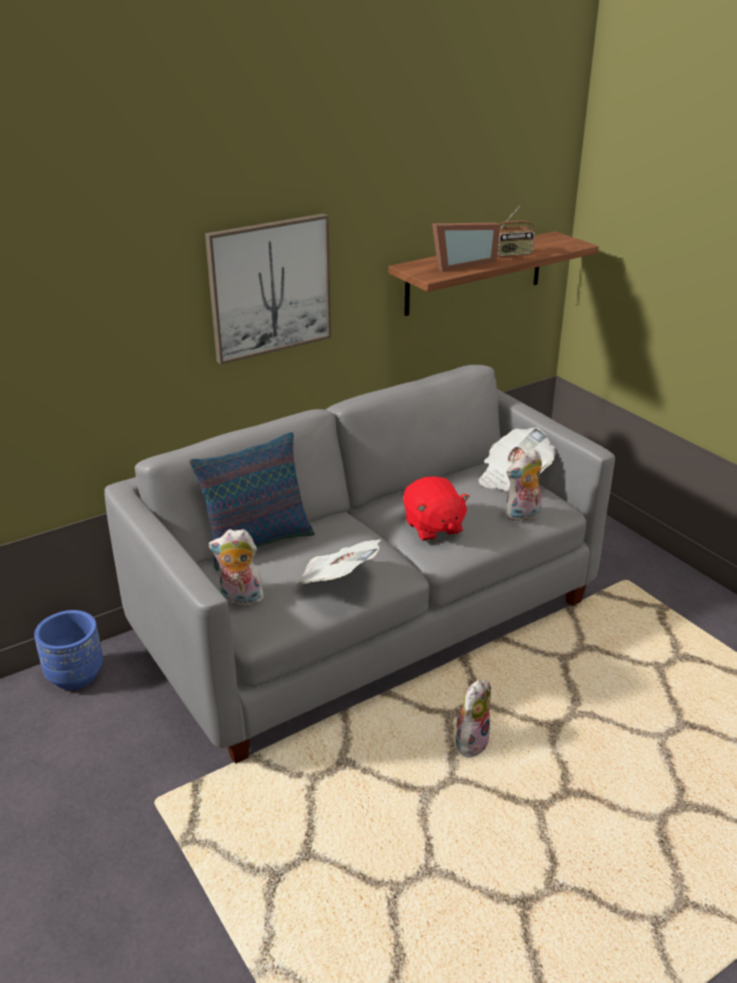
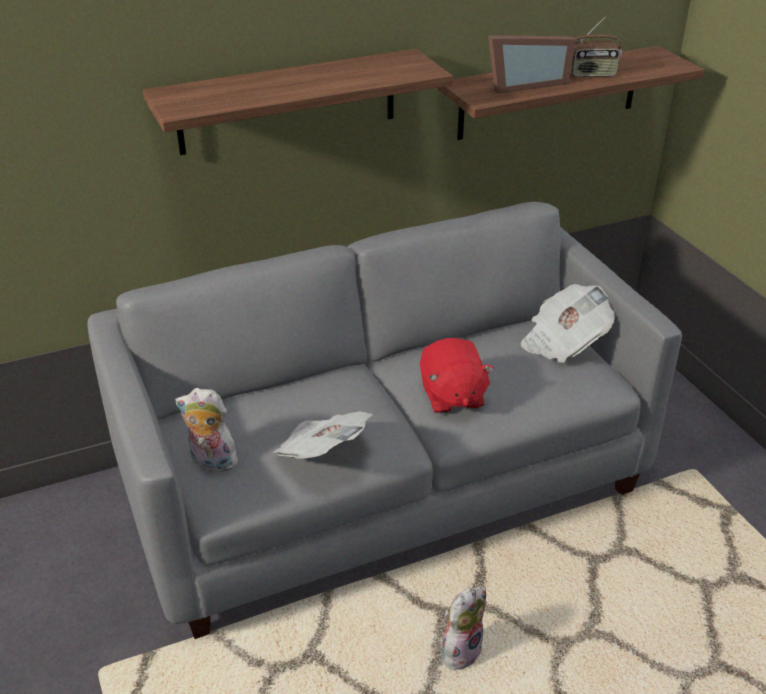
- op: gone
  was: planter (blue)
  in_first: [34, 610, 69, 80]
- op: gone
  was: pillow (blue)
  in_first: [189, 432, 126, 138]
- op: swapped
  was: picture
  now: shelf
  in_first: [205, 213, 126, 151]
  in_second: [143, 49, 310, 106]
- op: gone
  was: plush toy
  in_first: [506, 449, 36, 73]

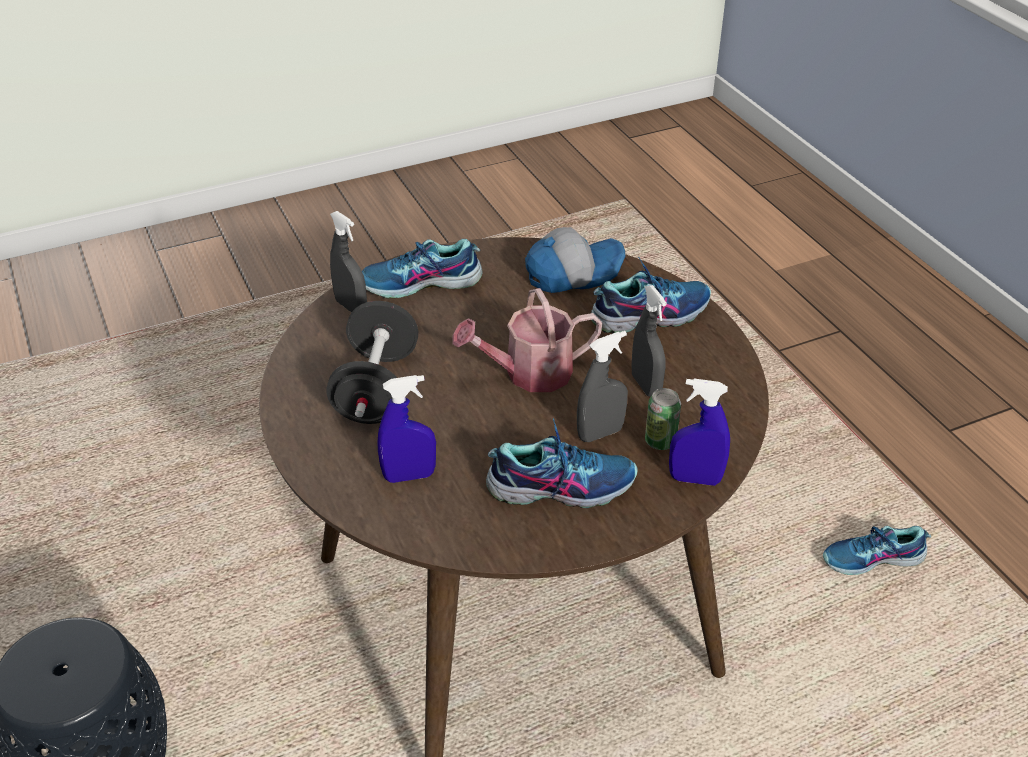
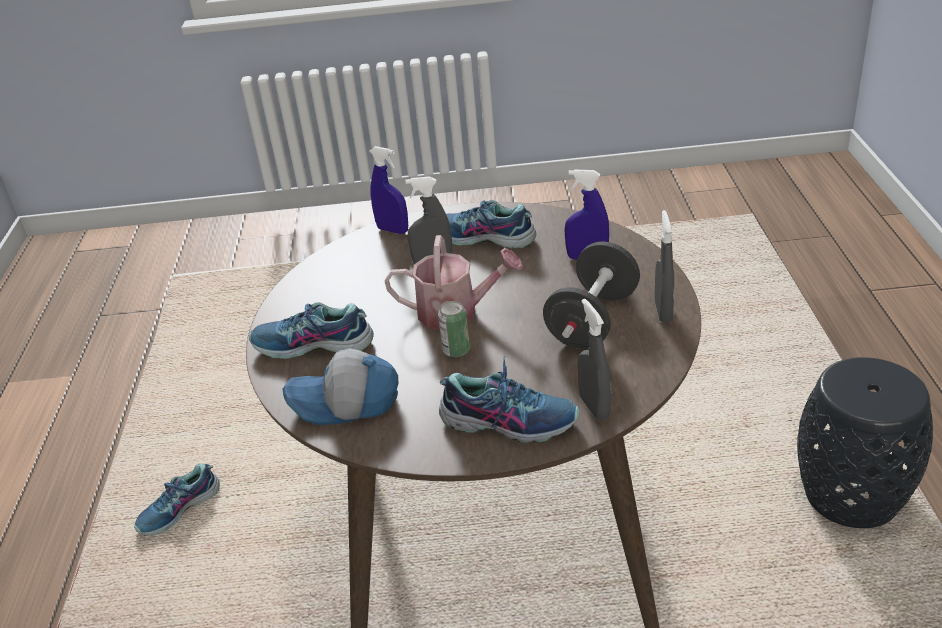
- op: shifted
  was: spray bottle (grey)
  in_first: [632, 285, 35, 112]
  in_second: [655, 210, 19, 113]
- op: shifted
  was: can
  in_first: [645, 388, 36, 62]
  in_second: [438, 301, 32, 56]
- op: rotated
  was: shoe
  in_first: [823, 526, 108, 49]
  in_second: [134, 463, 86, 72]
  clockwise: 120

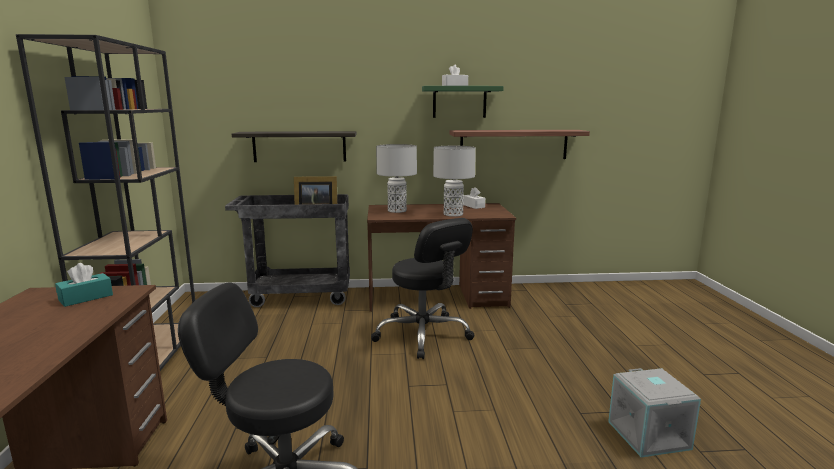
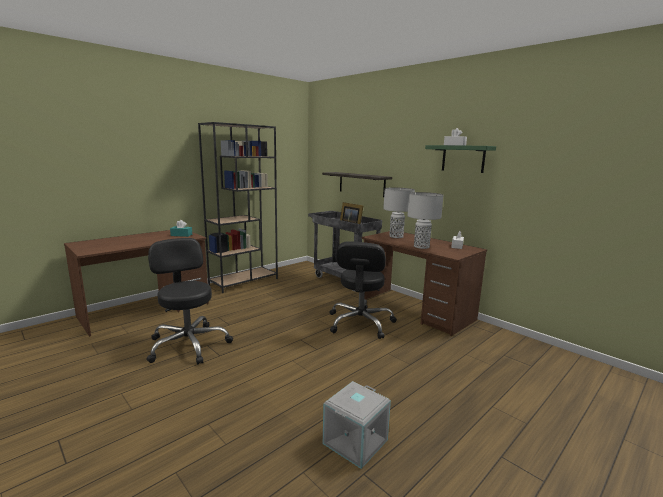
- op: gone
  was: shelf
  in_first: [450, 130, 140, 29]

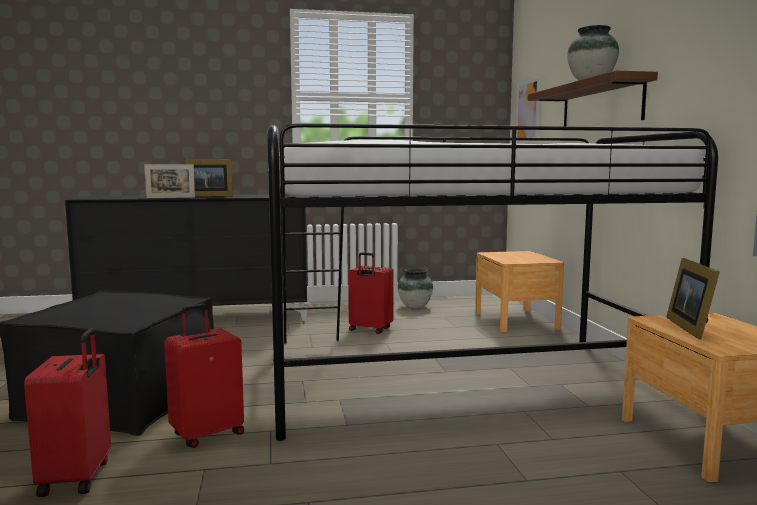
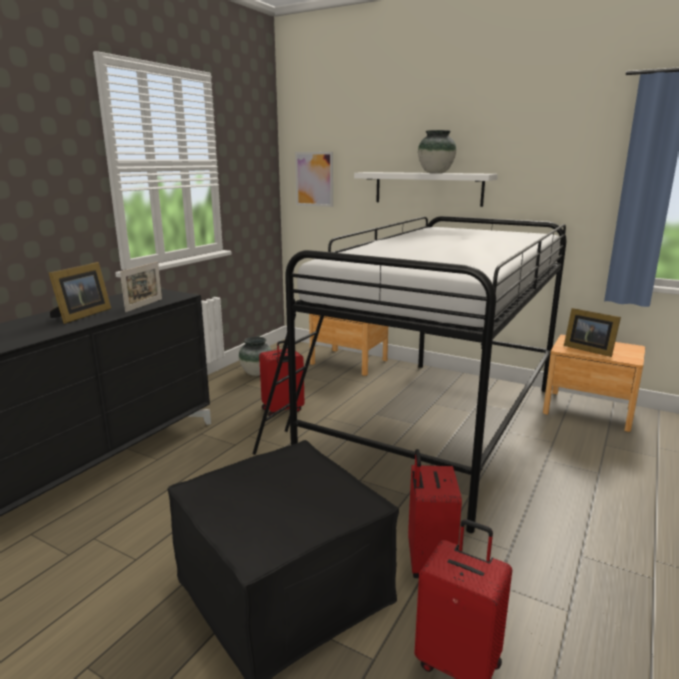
- op: shifted
  was: picture frame
  in_first: [144, 164, 51, 34]
  in_second: [120, 262, 42, 50]
- op: repainted
  was: shelf (brown)
  now: shelf (white)
  in_first: [527, 70, 131, 56]
  in_second: [354, 172, 144, 35]

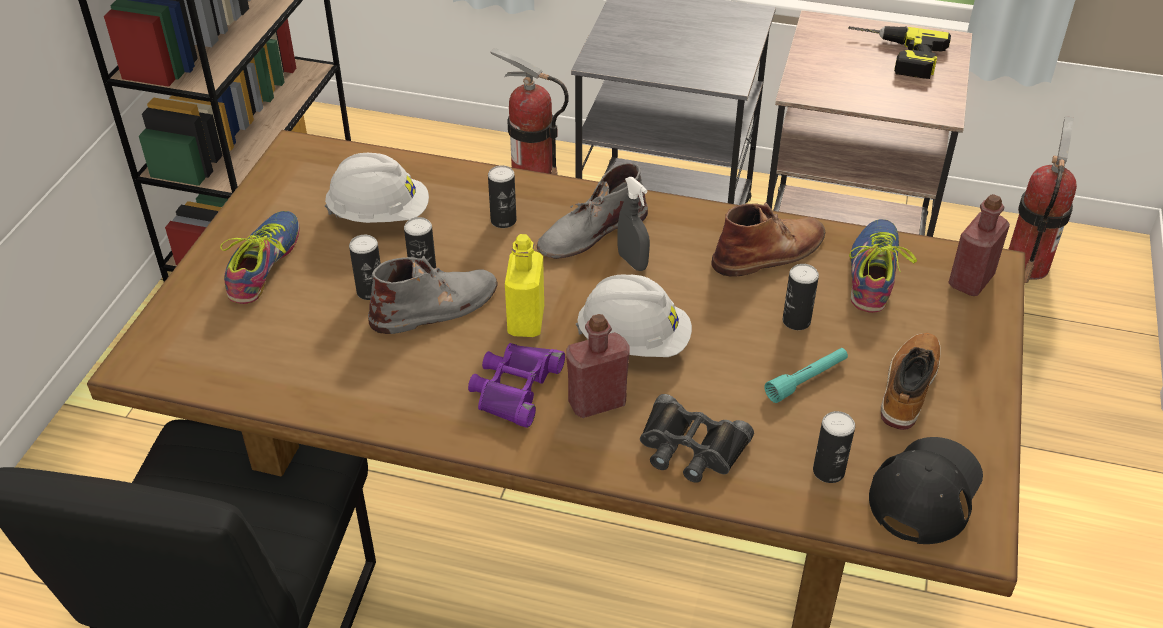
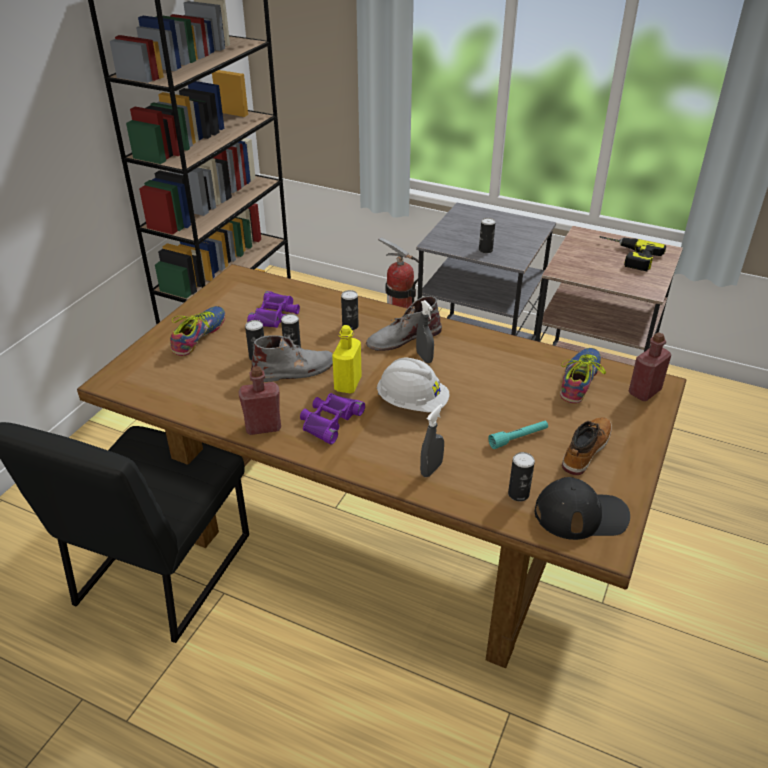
- op: swapped
  was: hard hat (white)
  now: binoculars (purple)
  in_first: [325, 153, 104, 70]
  in_second: [247, 291, 53, 37]
- op: shifted
  was: bottle (red)
  in_first: [566, 314, 64, 104]
  in_second: [238, 366, 43, 69]
- op: swapped
  was: binoculars (black)
  now: spray bottle (grey)
  in_first: [640, 394, 114, 89]
  in_second: [420, 404, 24, 73]
- op: gone
  was: boot (brown)
  in_first: [711, 202, 114, 75]
- op: shifted
  was: can
  in_first: [783, 264, 36, 66]
  in_second: [479, 218, 17, 35]
- op: rotated
  was: cap (black)
  in_first: [869, 437, 114, 107]
  in_second: [535, 477, 95, 63]
  clockwise: 45
- op: gone
  was: fire extinguisher
  in_first: [1009, 116, 68, 167]

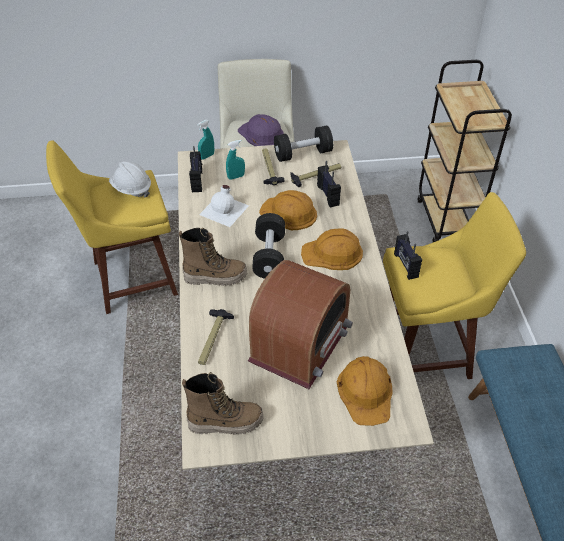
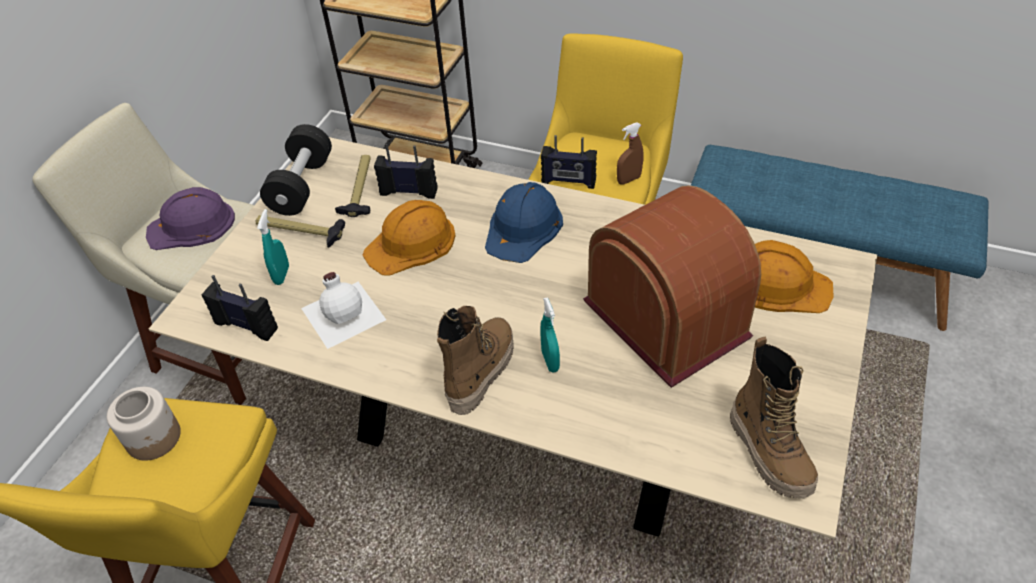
- op: swapped
  was: hard hat (white)
  now: jar
  in_first: [109, 162, 42, 35]
  in_second: [107, 387, 74, 74]
- op: rotated
  was: boot
  in_first: [182, 372, 82, 62]
  in_second: [730, 336, 88, 162]
  clockwise: 135
- op: shifted
  was: spray bottle (turquoise)
  in_first: [197, 120, 17, 40]
  in_second: [540, 297, 20, 76]
- op: gone
  was: hammer
  in_first: [198, 309, 36, 56]
- op: gone
  was: dumbbell (black)
  in_first: [252, 213, 33, 66]
- op: repainted
  was: hard hat (orange)
  now: hard hat (blue)
  in_first: [301, 228, 62, 42]
  in_second: [485, 182, 78, 81]
- op: new
  now: spray bottle (brown)
  in_second: [617, 122, 26, 62]

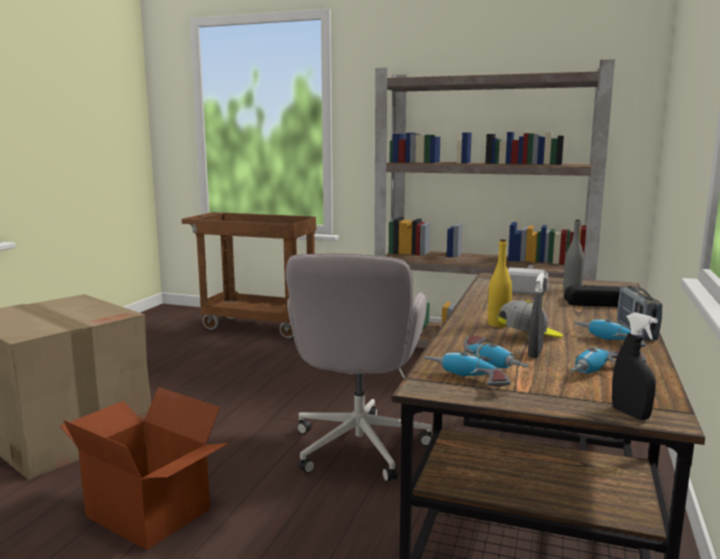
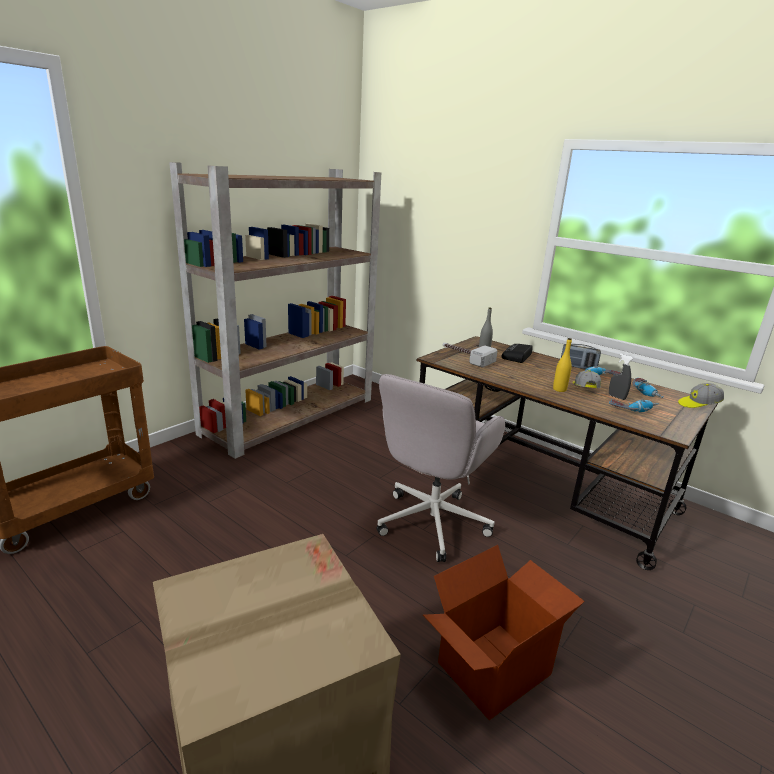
- op: rotated
  was: office chair (grey)
  in_first: [286, 253, 146, 229]
  in_second: [376, 374, 129, 188]
  clockwise: 90
- op: gone
  was: power drill
  in_first: [425, 352, 86, 35]
- op: swapped
  was: spray bottle (black)
  now: cap
  in_first: [612, 312, 46, 108]
  in_second: [678, 383, 46, 25]

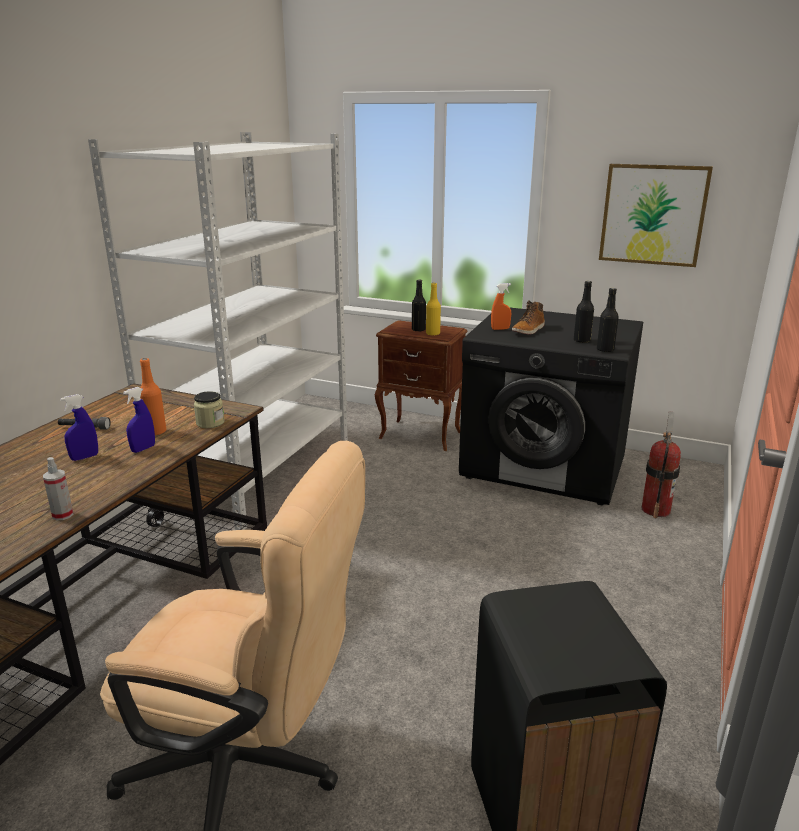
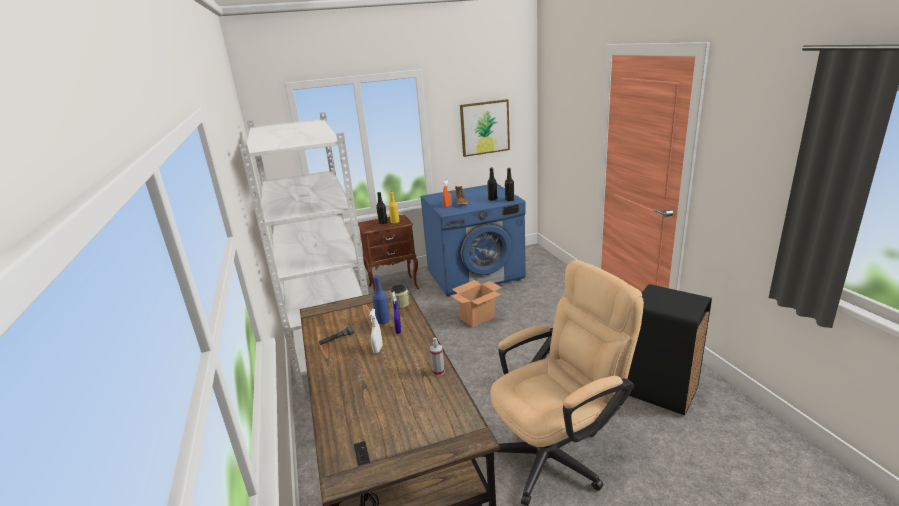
- op: repainted
  was: spray bottle (blue)
  now: spray bottle (white)
  in_first: [60, 394, 38, 67]
  in_second: [369, 309, 13, 44]
- op: repainted
  was: bottle (orange)
  now: bottle (blue)
  in_first: [140, 358, 26, 78]
  in_second: [372, 275, 18, 50]
- op: repainted
  was: washing machine (black)
  now: washing machine (blue)
  in_first: [459, 308, 184, 198]
  in_second: [421, 184, 105, 113]
- op: gone
  was: fire extinguisher
  in_first: [642, 411, 39, 107]
- op: new
  now: cardboard box
  in_second: [450, 280, 52, 47]

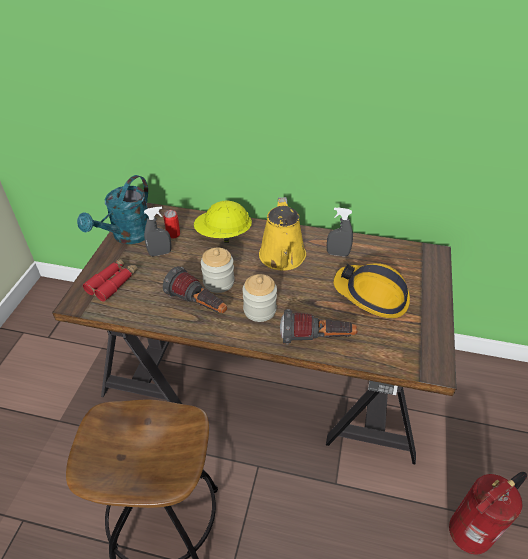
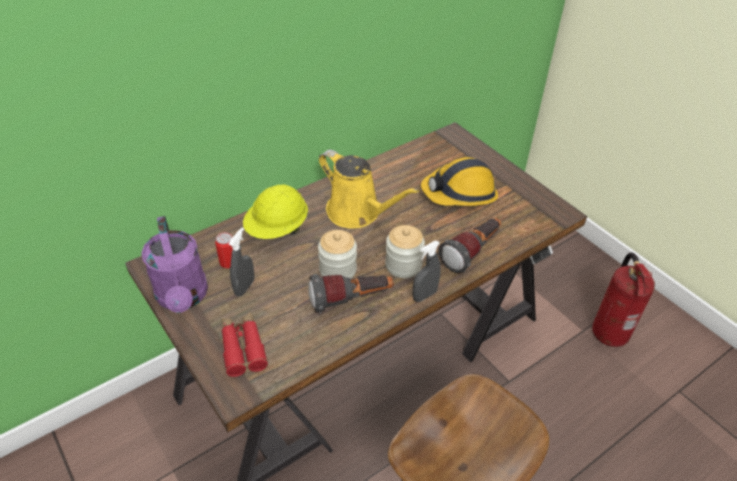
- op: repainted
  was: watering can (turquoise)
  now: watering can (purple)
  in_first: [77, 175, 72, 69]
  in_second: [141, 216, 67, 97]
- op: shifted
  was: spray bottle (grey)
  in_first: [327, 207, 26, 50]
  in_second: [413, 241, 27, 61]

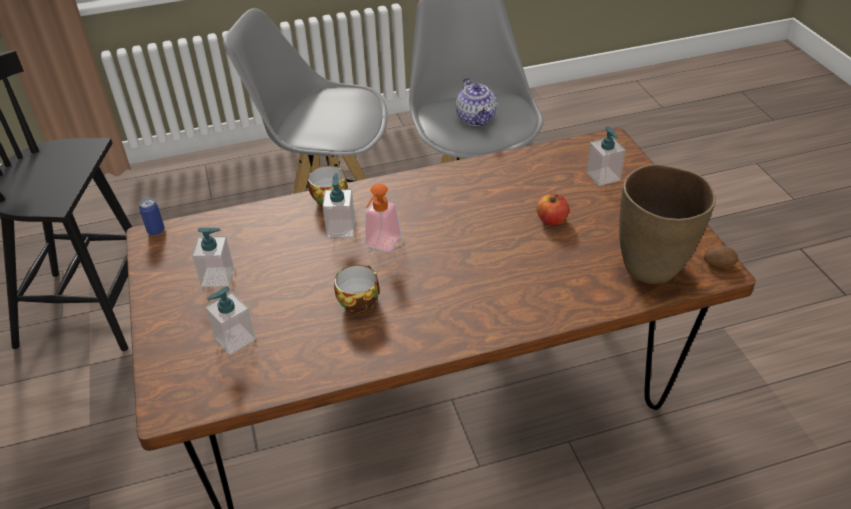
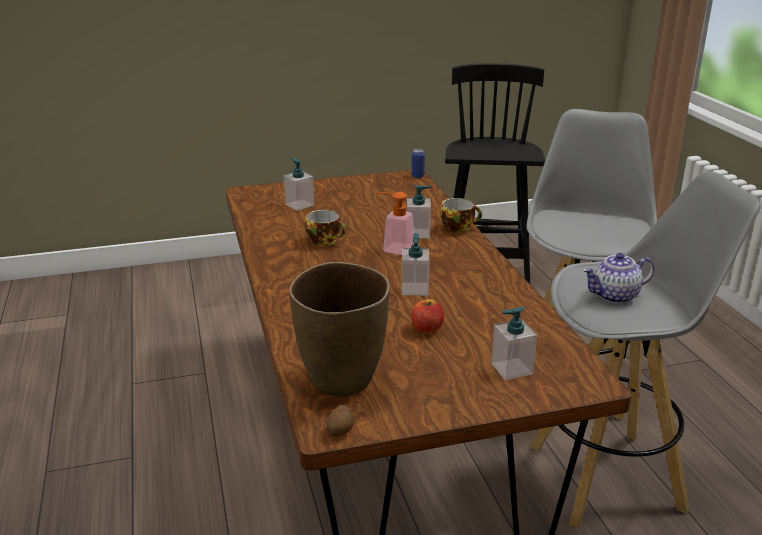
- op: shifted
  was: soap dispenser
  in_first: [192, 228, 42, 59]
  in_second: [402, 233, 27, 62]

